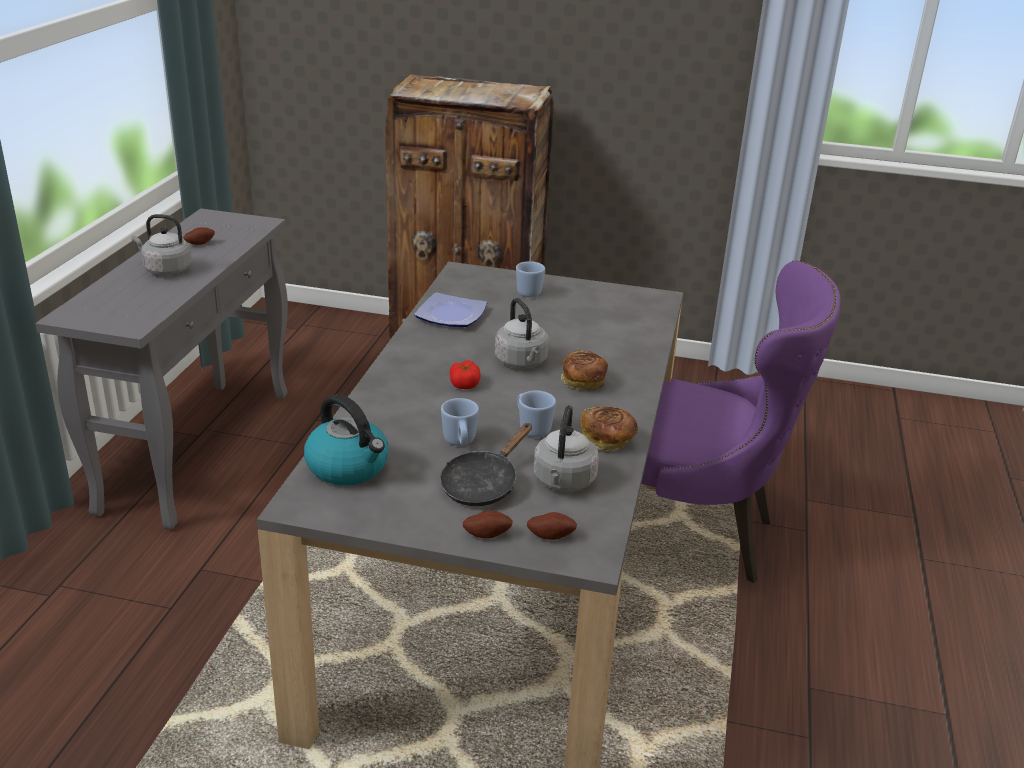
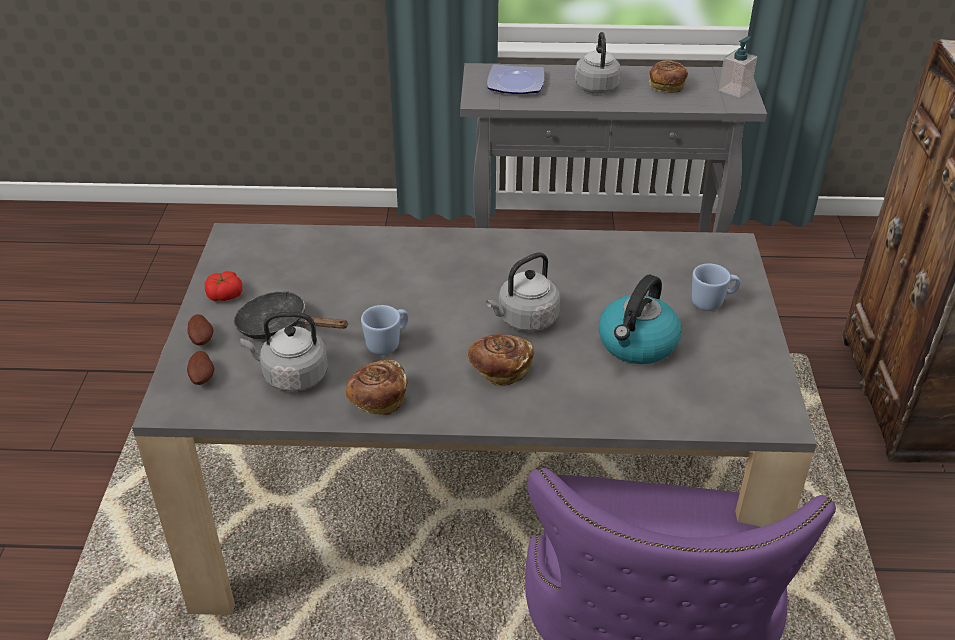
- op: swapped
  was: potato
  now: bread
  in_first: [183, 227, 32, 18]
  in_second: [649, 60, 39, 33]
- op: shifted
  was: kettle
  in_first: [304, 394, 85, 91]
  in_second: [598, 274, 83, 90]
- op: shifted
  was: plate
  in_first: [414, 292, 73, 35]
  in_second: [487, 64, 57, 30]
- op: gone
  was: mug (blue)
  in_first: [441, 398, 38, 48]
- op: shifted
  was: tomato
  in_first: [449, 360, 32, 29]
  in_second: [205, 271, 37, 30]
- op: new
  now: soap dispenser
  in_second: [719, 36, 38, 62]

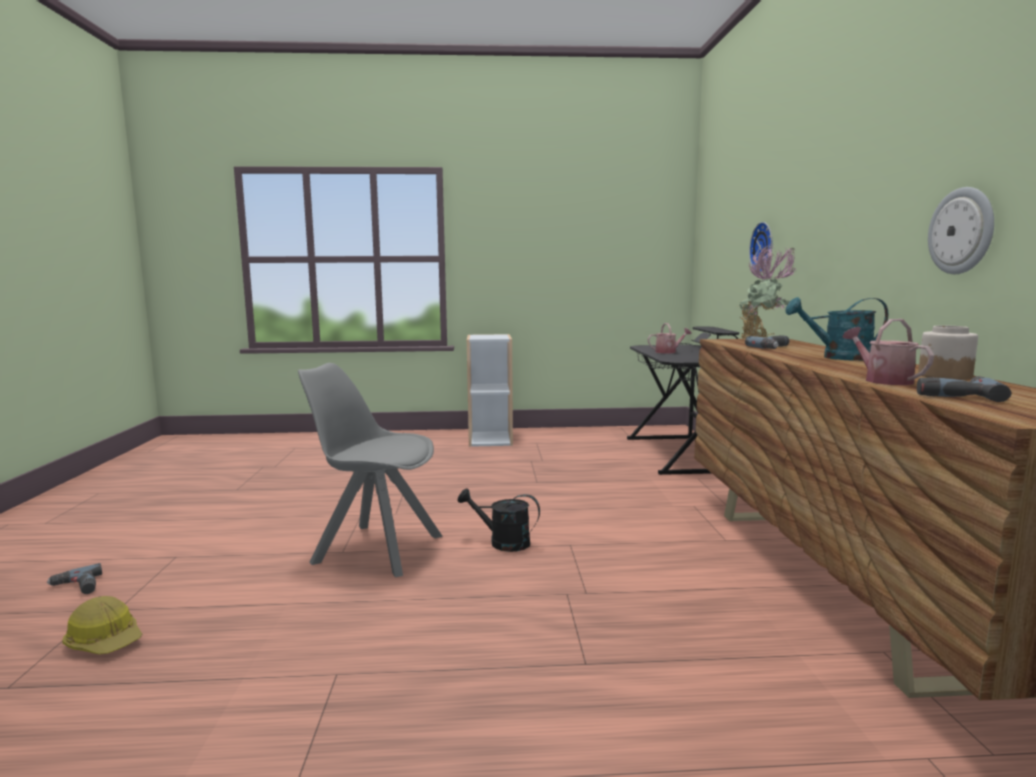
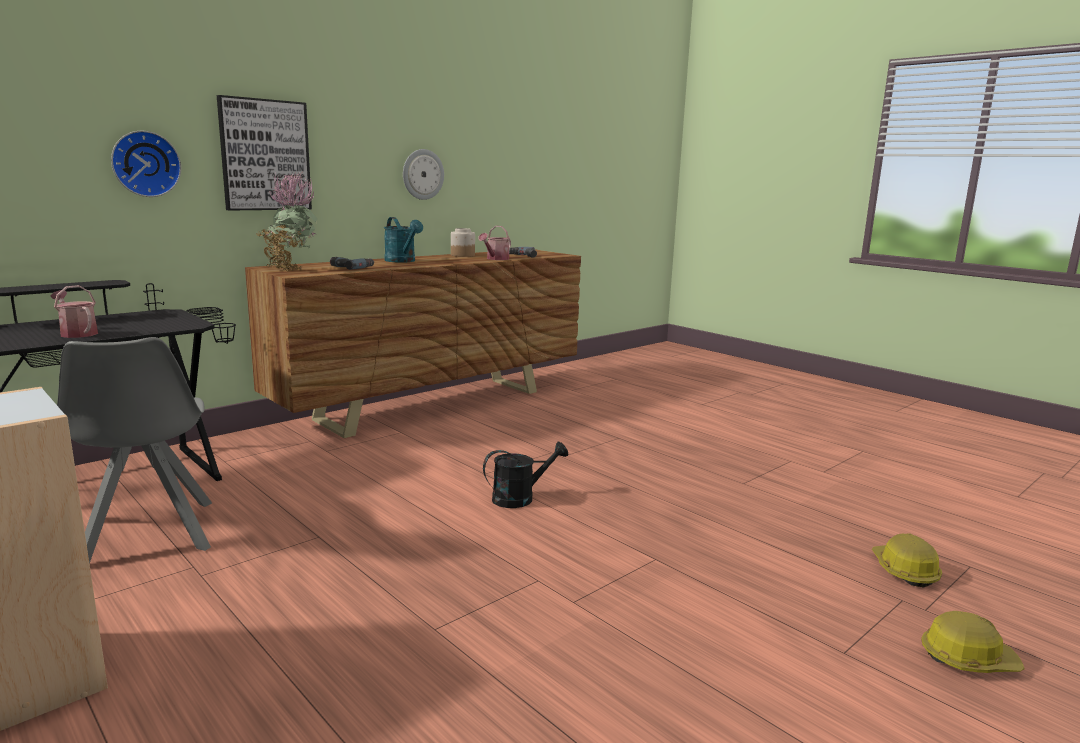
- op: swapped
  was: power drill
  now: hard hat
  in_first: [47, 563, 55, 31]
  in_second: [921, 611, 104, 62]
- op: shifted
  was: chair (grey)
  in_first: [298, 363, 145, 214]
  in_second: [57, 337, 155, 227]
- op: rotated
  was: watering can (black)
  in_first: [458, 488, 82, 64]
  in_second: [483, 442, 85, 66]
  clockwise: -90
- op: new
  now: picture
  in_second: [217, 95, 95, 116]

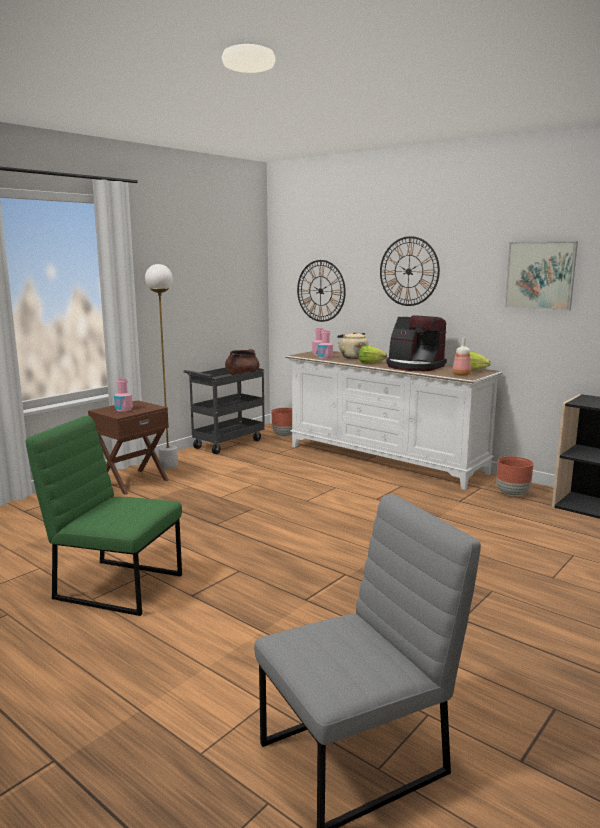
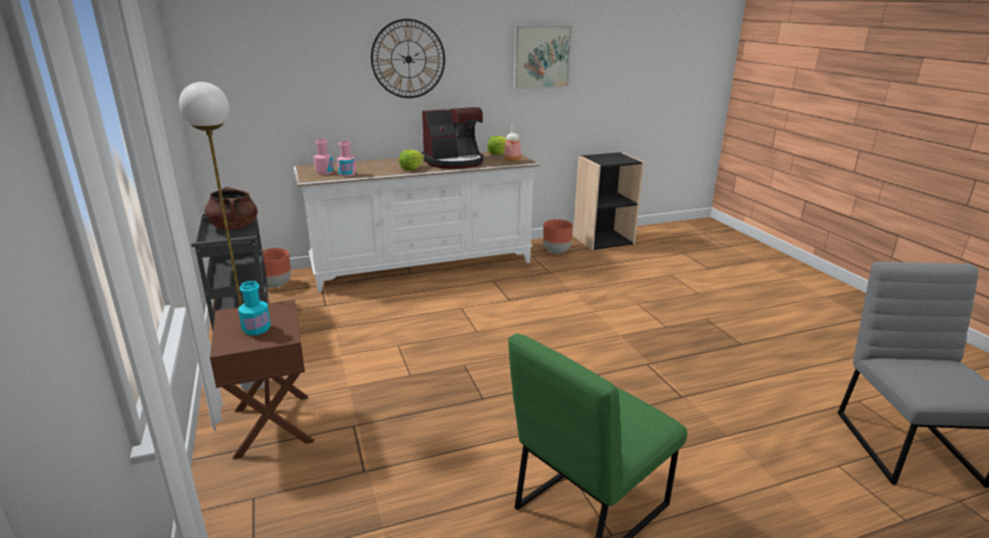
- op: repainted
  was: bottle (pink)
  now: bottle (turquoise)
  in_first: [114, 378, 19, 34]
  in_second: [238, 281, 32, 54]
- op: gone
  was: wall clock
  in_first: [297, 260, 49, 62]
- op: gone
  was: kettle (beige)
  in_first: [337, 332, 31, 27]

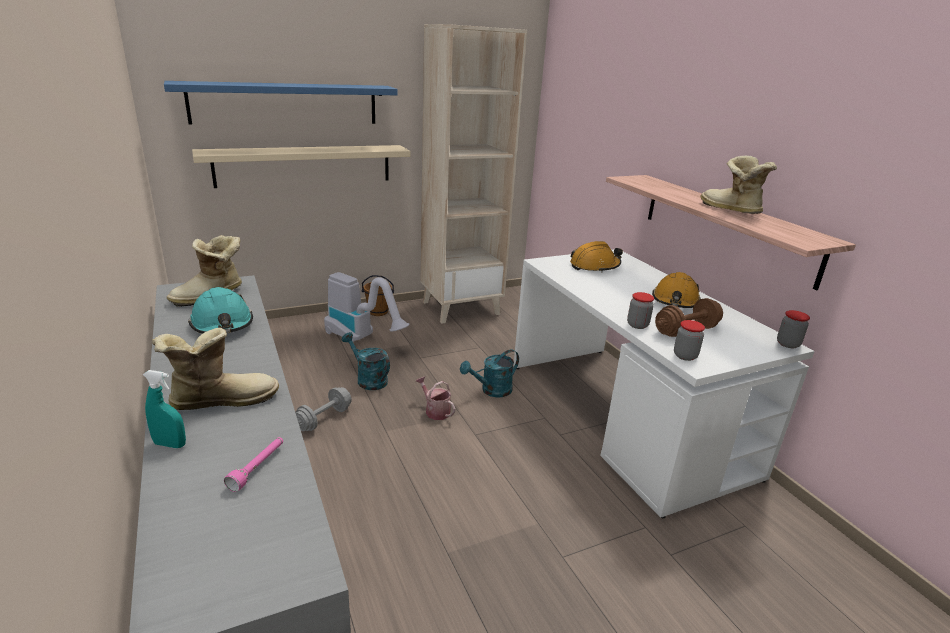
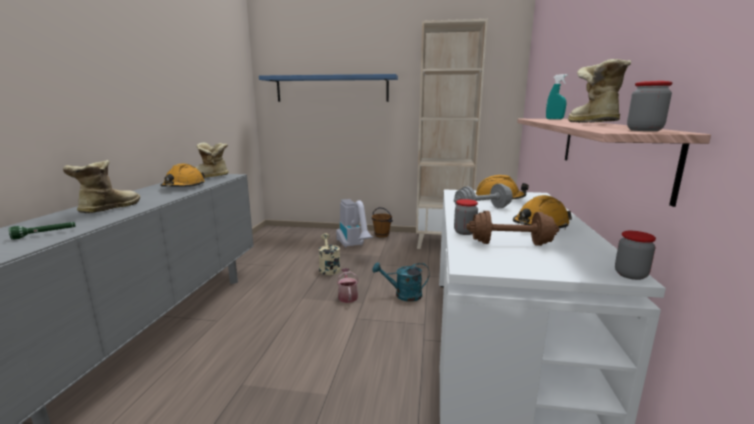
- op: shifted
  was: spray bottle (turquoise)
  in_first: [143, 370, 43, 78]
  in_second: [546, 74, 22, 45]
- op: rotated
  was: boot
  in_first: [152, 328, 127, 82]
  in_second: [63, 160, 77, 53]
  clockwise: -90
- op: repainted
  was: hard hat (turquoise)
  now: hard hat (orange)
  in_first: [188, 287, 65, 47]
  in_second: [161, 164, 45, 23]
- op: gone
  was: shelf (beige)
  in_first: [192, 145, 218, 43]
- op: repainted
  was: flashlight (pink)
  now: flashlight (green)
  in_first: [224, 437, 59, 55]
  in_second: [9, 222, 67, 18]
- op: shifted
  was: dumbbell (grey)
  in_first: [295, 387, 57, 44]
  in_second: [454, 184, 59, 24]
- op: repainted
  was: watering can (turquoise)
  now: watering can (beige)
  in_first: [342, 332, 48, 58]
  in_second: [319, 233, 22, 42]
- op: shifted
  was: jar
  in_first: [674, 320, 31, 41]
  in_second: [627, 81, 46, 50]

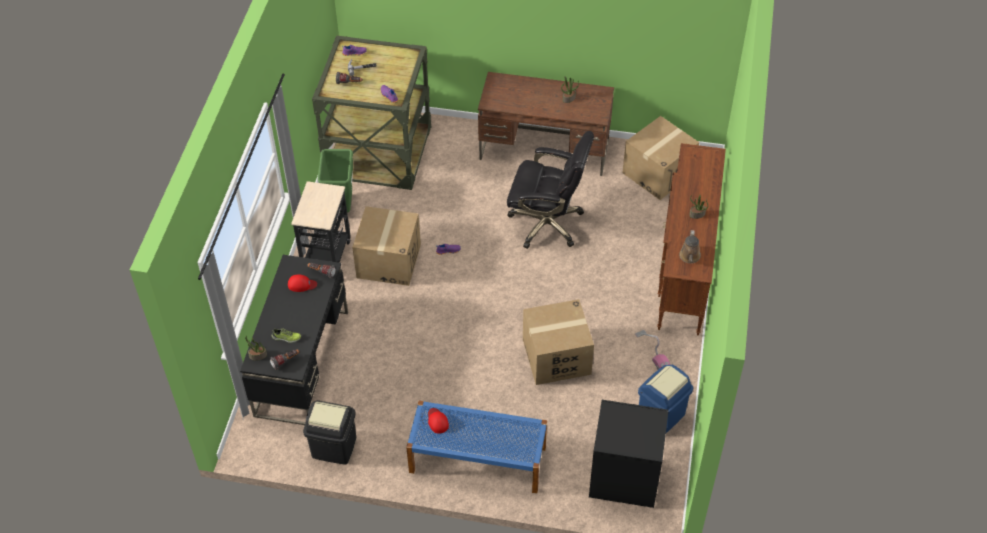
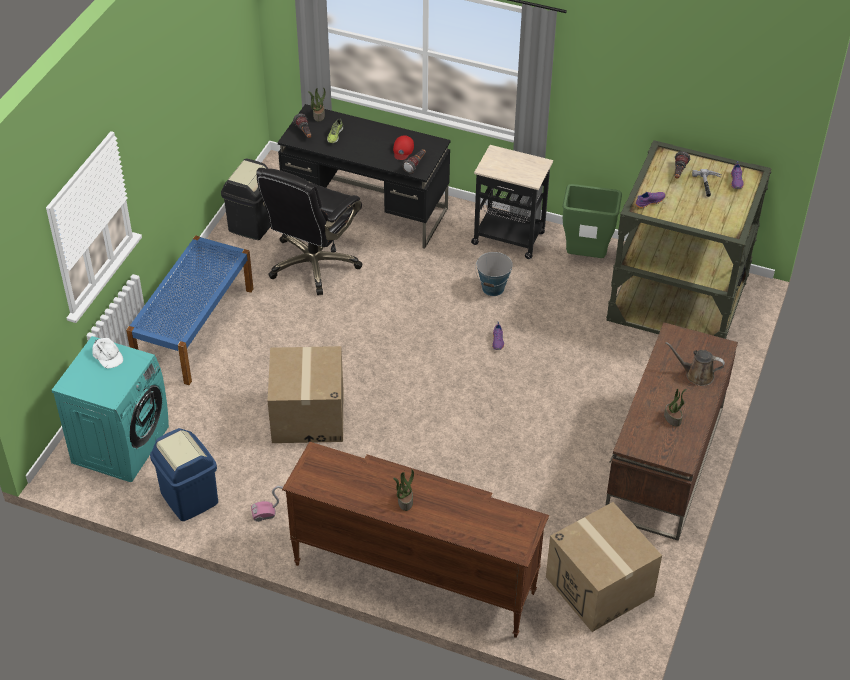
- op: swapped
  was: cardboard box
  now: bucket
  in_first: [352, 206, 69, 80]
  in_second: [475, 252, 38, 44]
- op: gone
  was: cap (red)
  in_first: [428, 408, 21, 26]
- op: shifted
  was: office chair (black)
  in_first: [507, 131, 87, 118]
  in_second: [256, 168, 106, 127]
- op: repainted
  was: washing machine (black)
  now: washing machine (turquoise)
  in_first: [589, 400, 80, 108]
  in_second: [52, 336, 117, 146]
- op: shifted
  was: watering can (brown)
  in_first: [679, 230, 22, 33]
  in_second: [666, 342, 59, 44]
- op: new
  now: cap (white)
  in_second: [92, 338, 31, 30]

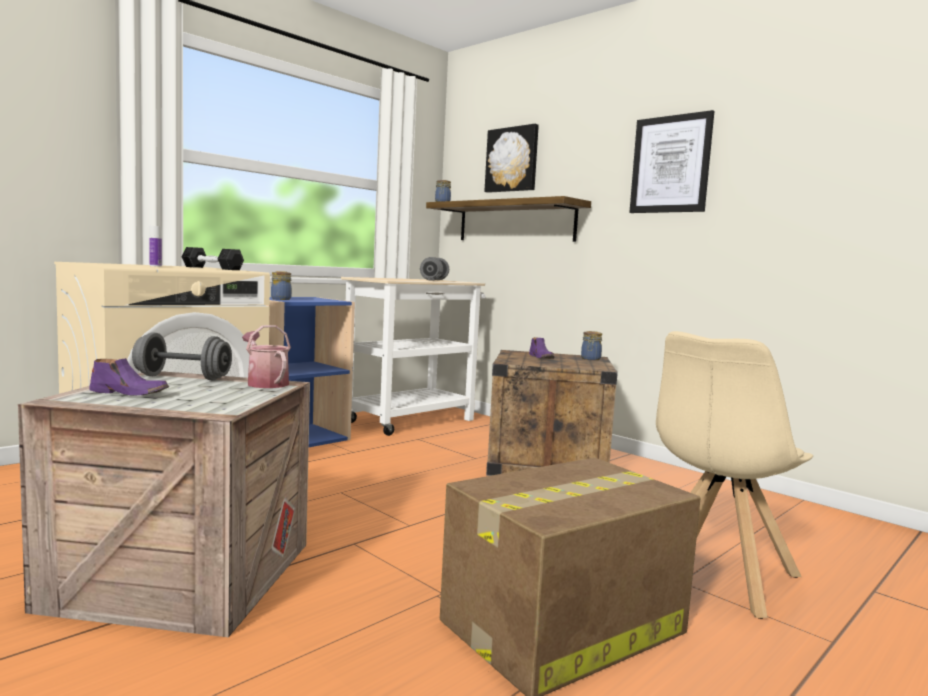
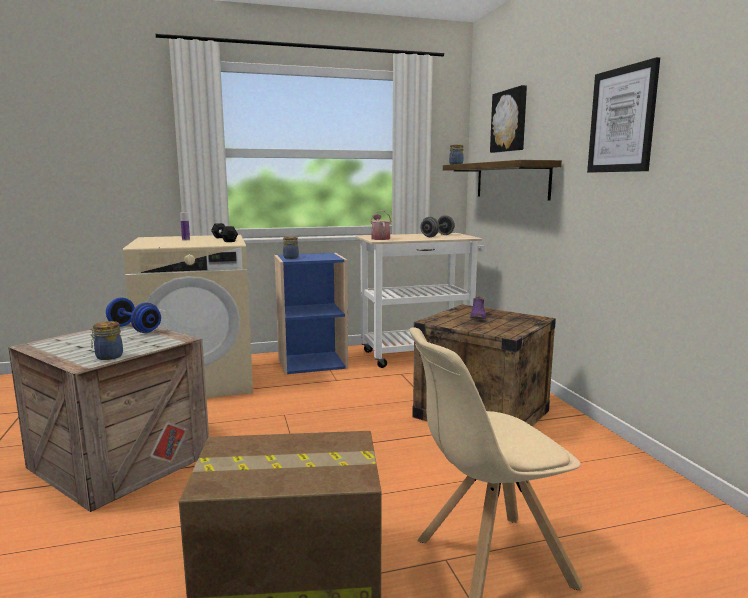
- op: gone
  was: shoe (purple)
  in_first: [89, 358, 80, 37]
- op: repainted
  was: dumbbell (grey)
  now: dumbbell (blue)
  in_first: [132, 333, 100, 47]
  in_second: [106, 297, 55, 36]
- op: shifted
  was: watering can
  in_first: [242, 325, 49, 63]
  in_second: [370, 211, 22, 29]
- op: shifted
  was: jar
  in_first: [581, 331, 21, 29]
  in_second: [90, 321, 33, 39]

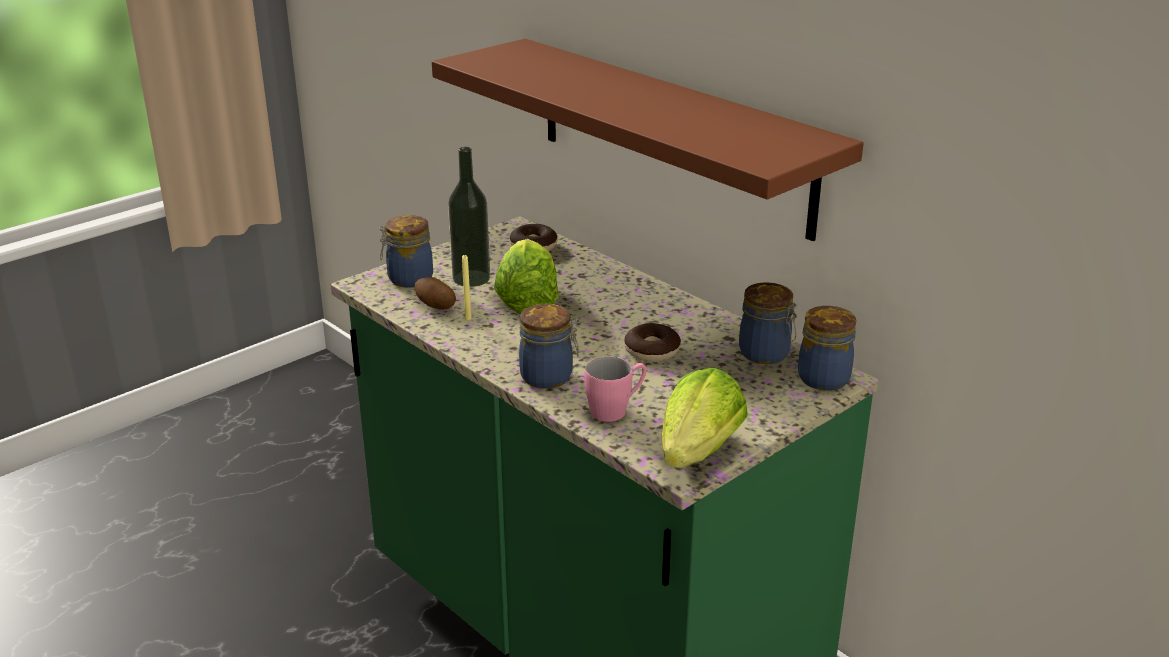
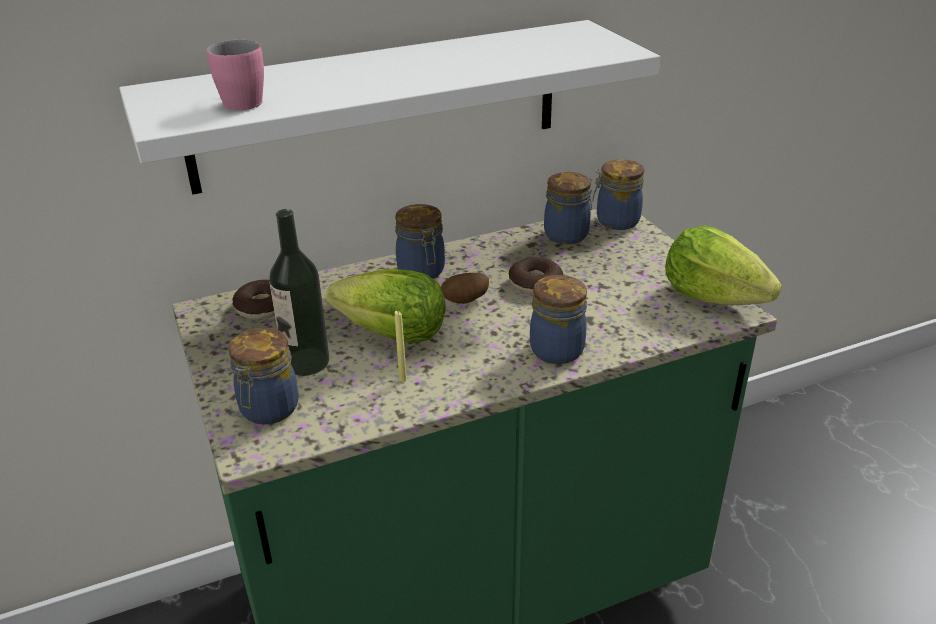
- op: shifted
  was: potato
  in_first: [415, 277, 41, 33]
  in_second: [441, 273, 48, 31]
- op: repainted
  was: shelf (brown)
  now: shelf (white)
  in_first: [432, 39, 432, 202]
  in_second: [119, 20, 541, 175]
- op: shifted
  was: mug (pink)
  in_first: [585, 357, 62, 65]
  in_second: [207, 40, 57, 70]
- op: new
  now: jar
  in_second: [395, 204, 50, 75]

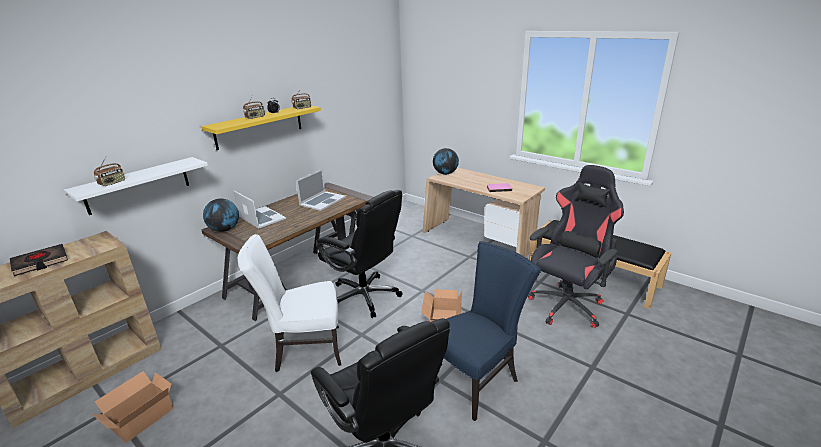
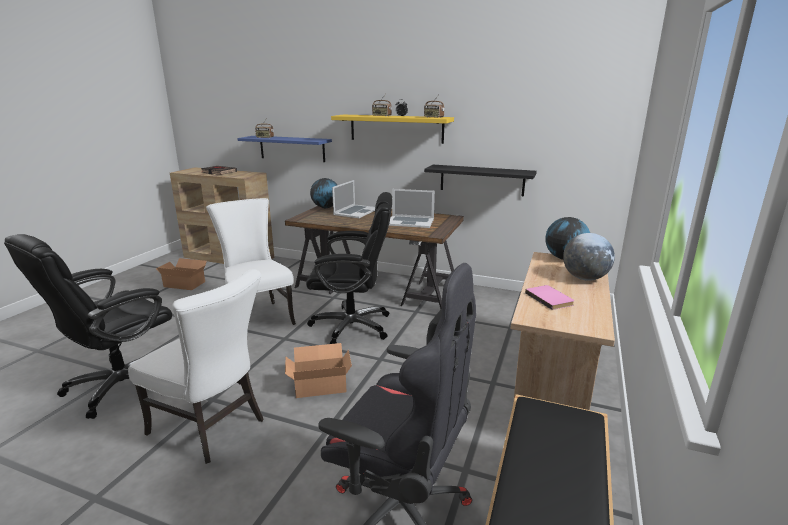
- op: repainted
  was: shelf (white)
  now: shelf (blue)
  in_first: [64, 157, 144, 58]
  in_second: [237, 136, 95, 26]
- op: rotated
  was: office chair (black)
  in_first: [317, 190, 86, 128]
  in_second: [306, 192, 86, 152]
  clockwise: -105
- op: repainted
  was: chair (blue)
  now: chair (white)
  in_first: [444, 241, 97, 180]
  in_second: [128, 269, 136, 195]
- op: new
  now: shelf (black)
  in_second: [424, 165, 113, 31]
- op: new
  now: globe
  in_second: [563, 233, 52, 48]

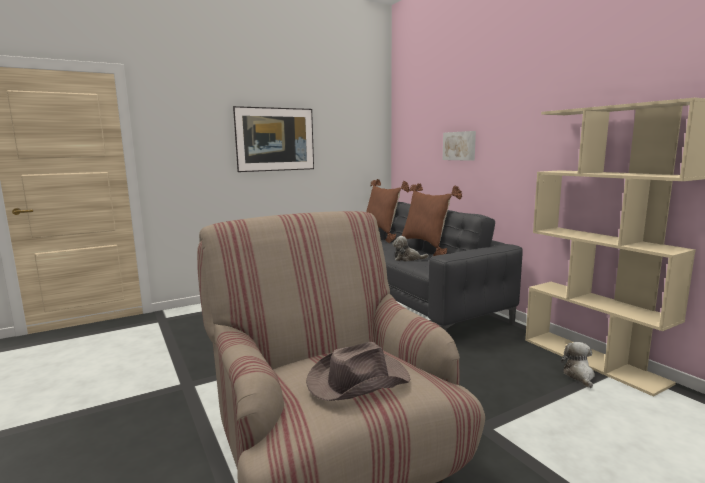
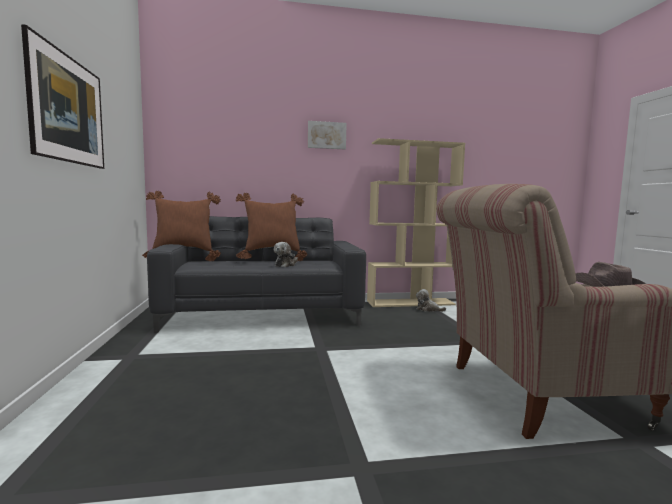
- op: shifted
  was: picture
  in_first: [443, 131, 33, 30]
  in_second: [308, 121, 39, 28]

